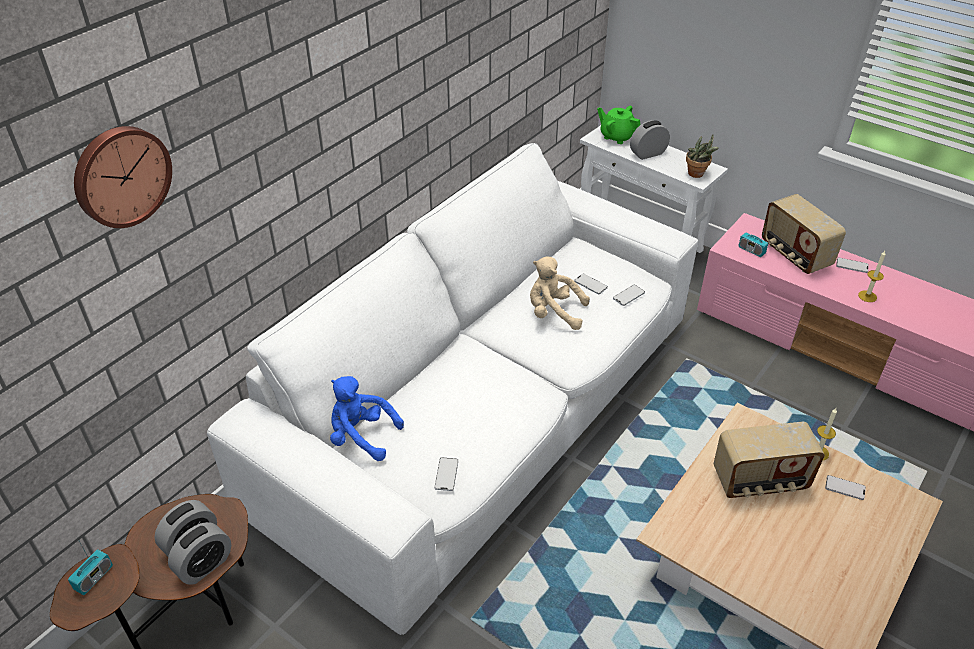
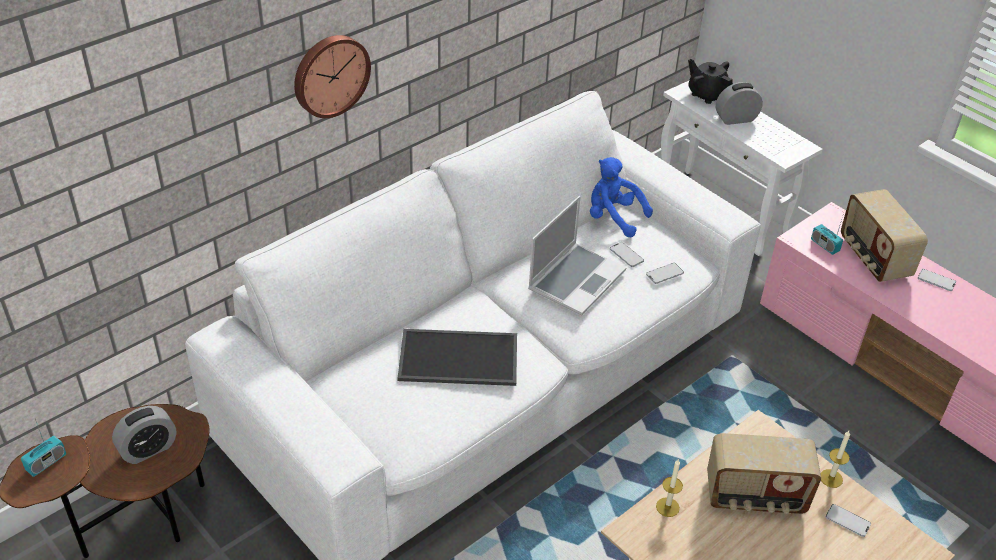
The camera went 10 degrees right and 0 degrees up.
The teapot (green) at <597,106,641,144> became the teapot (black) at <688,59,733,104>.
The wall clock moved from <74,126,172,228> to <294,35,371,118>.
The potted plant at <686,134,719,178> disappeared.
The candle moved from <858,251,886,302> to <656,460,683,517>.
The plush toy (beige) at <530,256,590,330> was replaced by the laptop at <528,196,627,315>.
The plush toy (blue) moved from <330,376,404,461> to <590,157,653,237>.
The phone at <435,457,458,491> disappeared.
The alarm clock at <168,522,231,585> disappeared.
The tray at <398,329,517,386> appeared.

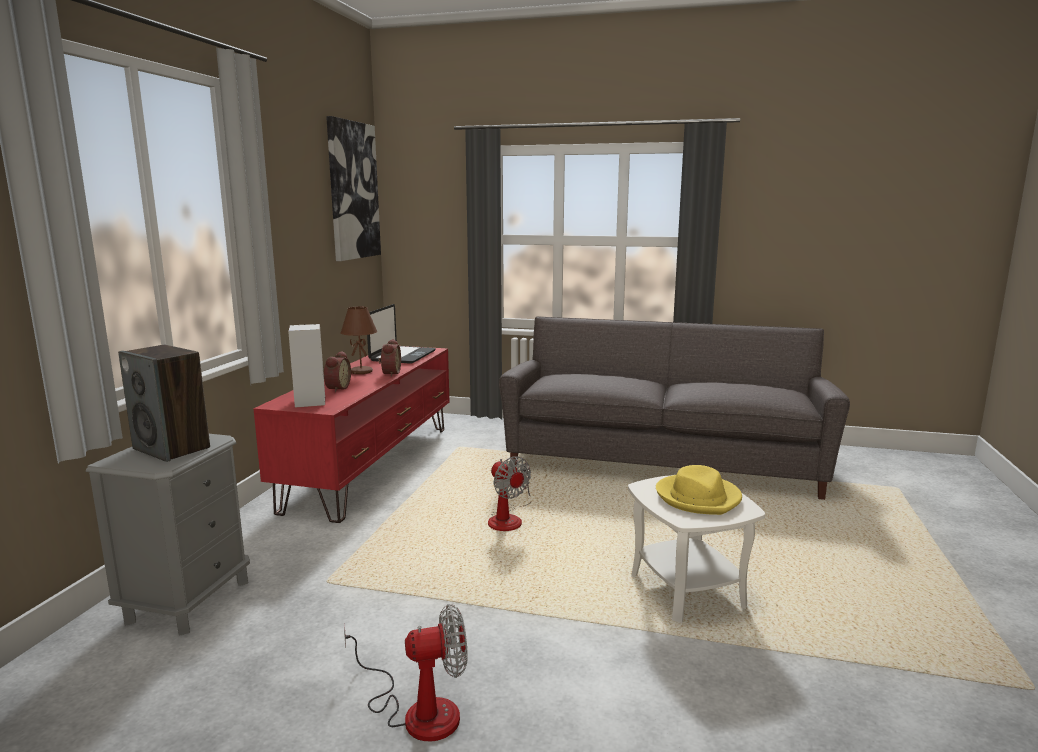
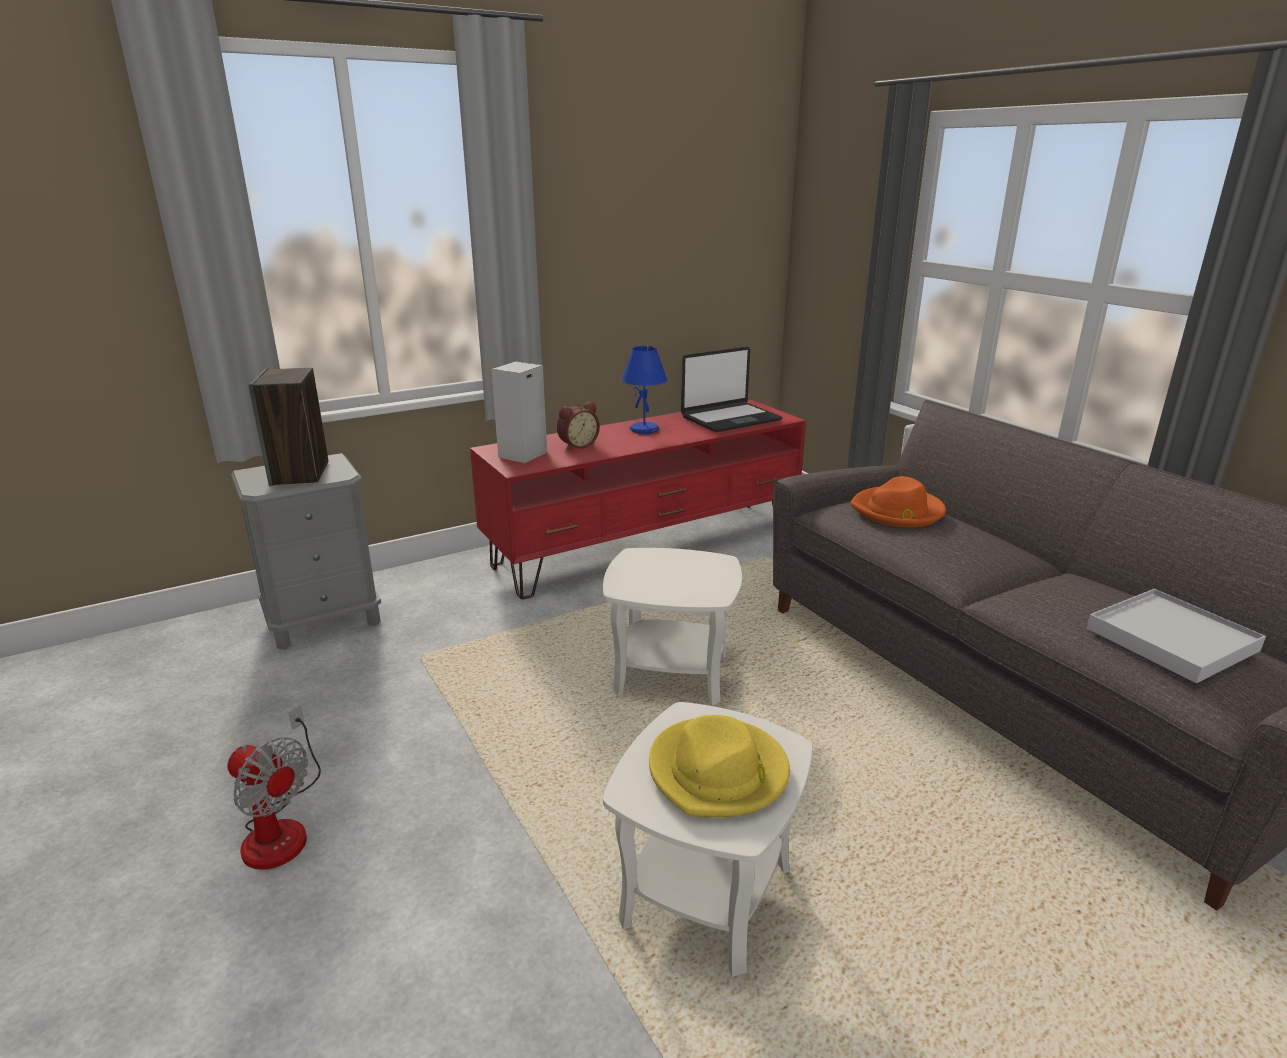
The camera went 45 degrees right and 10 degrees up.
The picture at <326,116,381,261> disappeared.
The table lamp (brown) at <341,306,377,374> became the table lamp (blue) at <621,346,667,434>.
The alarm clock at <379,339,401,377> disappeared.
The fan at <488,456,532,531> was replaced by the side table (white) at <603,548,742,705>.
The hat (orange) at <850,476,946,527> appeared.
The tray (white) at <1087,589,1266,683> appeared.

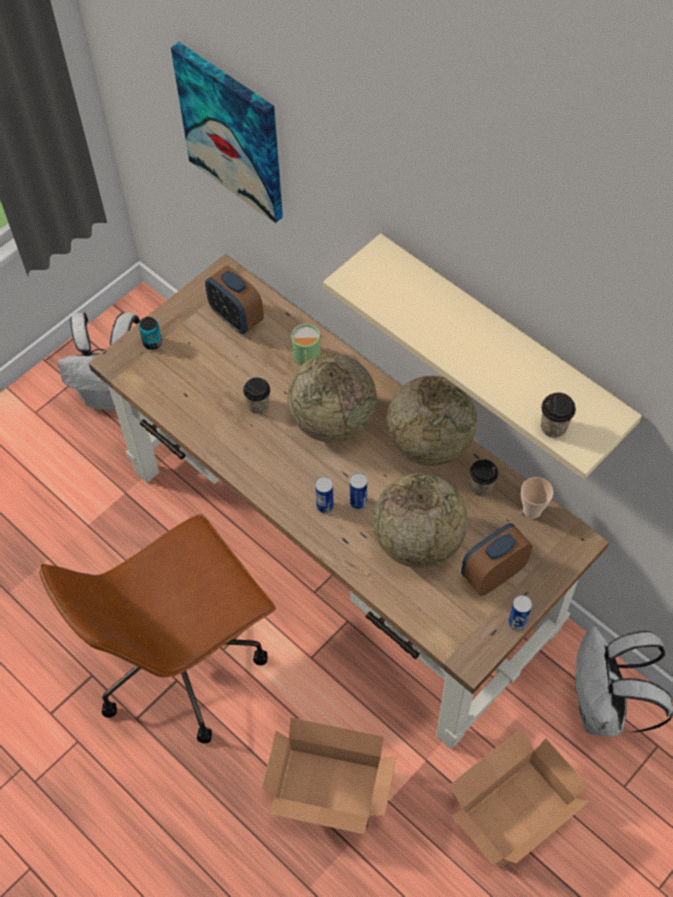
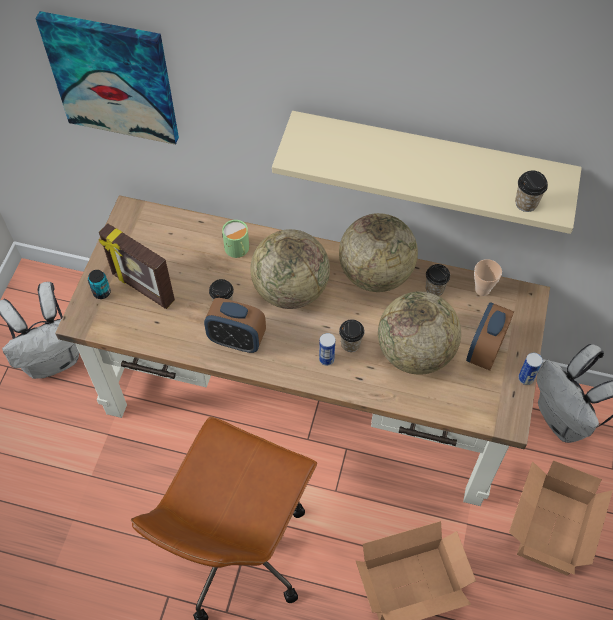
The camera went 30 degrees left and 0 degrees up.
The alarm clock moved from <205,265,264,334> to <204,298,266,353>.
The can at <350,473,367,510> was replaced by the cup at <339,319,365,352>.
The picture frame at <99,223,175,309> appeared.

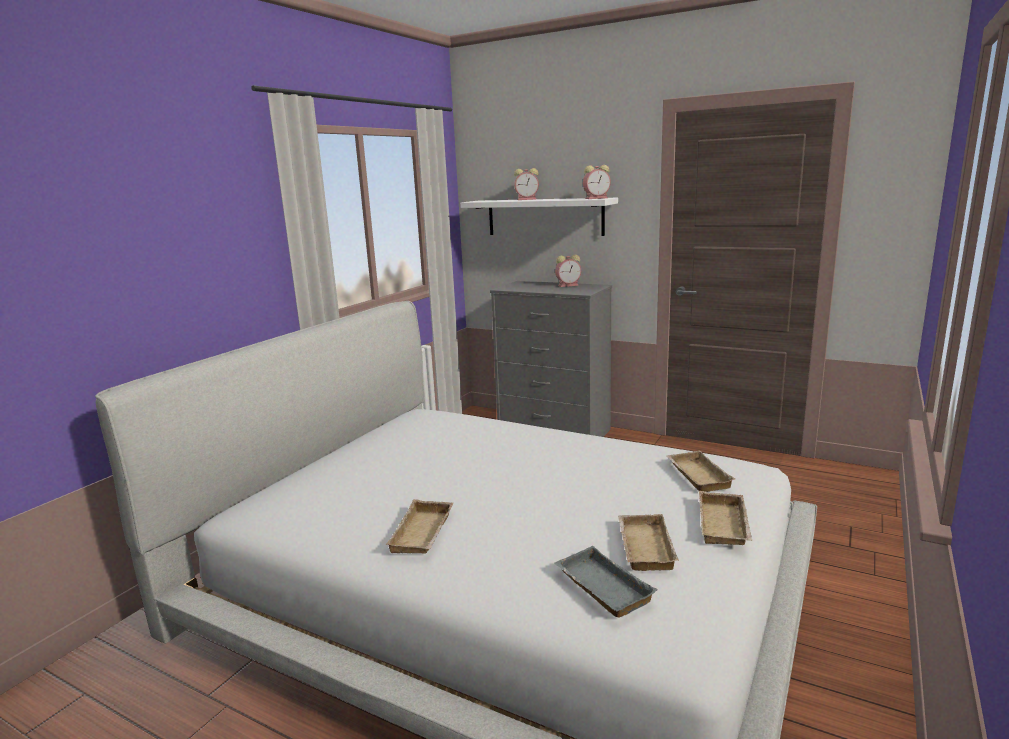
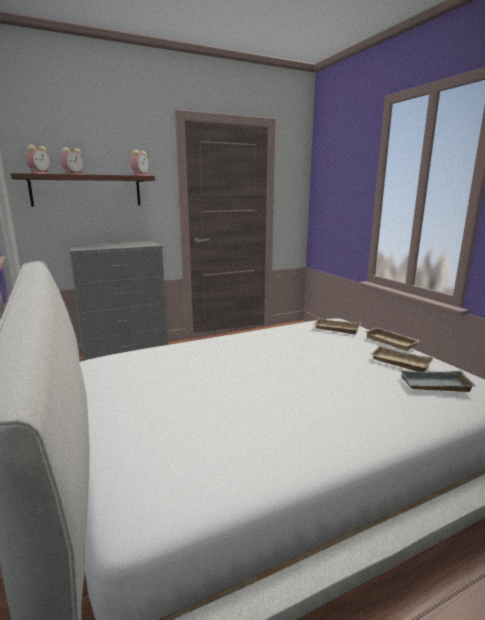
The camera went 55 degrees left and 0 degrees up.
The shelf (white) at <461,198,618,236> became the shelf (brown) at <11,173,155,207>.
The alarm clock moved from <555,255,581,287> to <26,145,50,174>.
The tray (beige) at <385,499,453,554> disappeared.

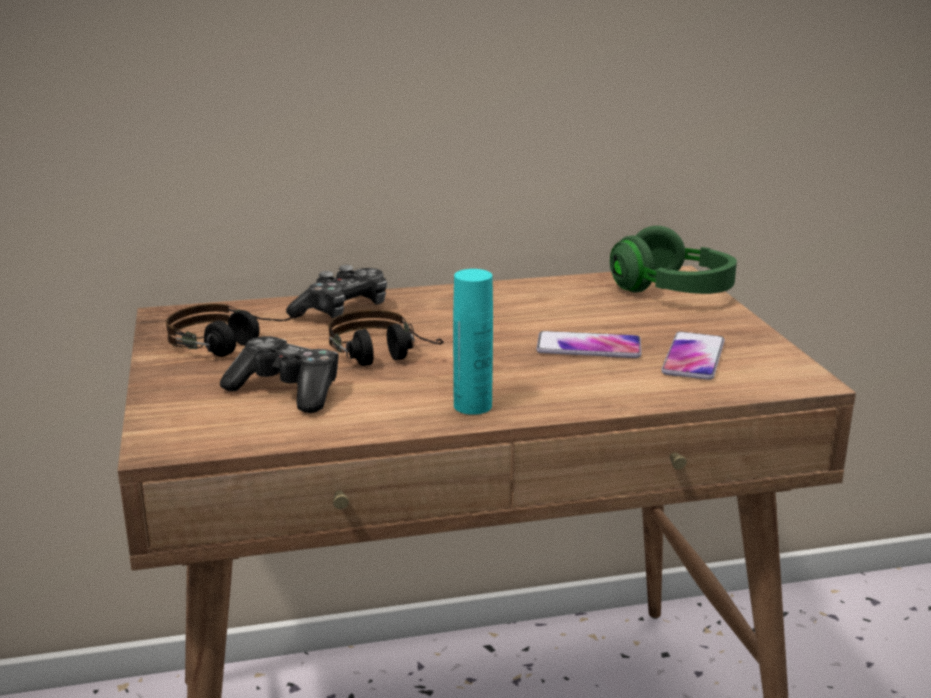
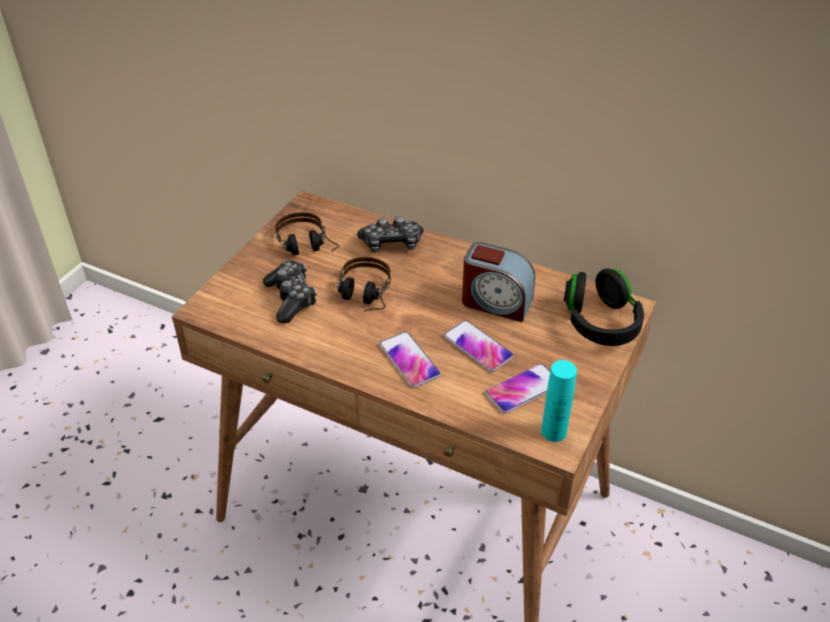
The camera went 40 degrees right and 20 degrees up.
The headphones (green) at <610,226,737,294> became the headphones (black) at <564,269,644,346>.
The bottle (turquoise) moved from <453,269,493,415> to <541,360,577,442>.
The alarm clock at <462,242,535,322> appeared.
The phone at <379,332,441,387> appeared.

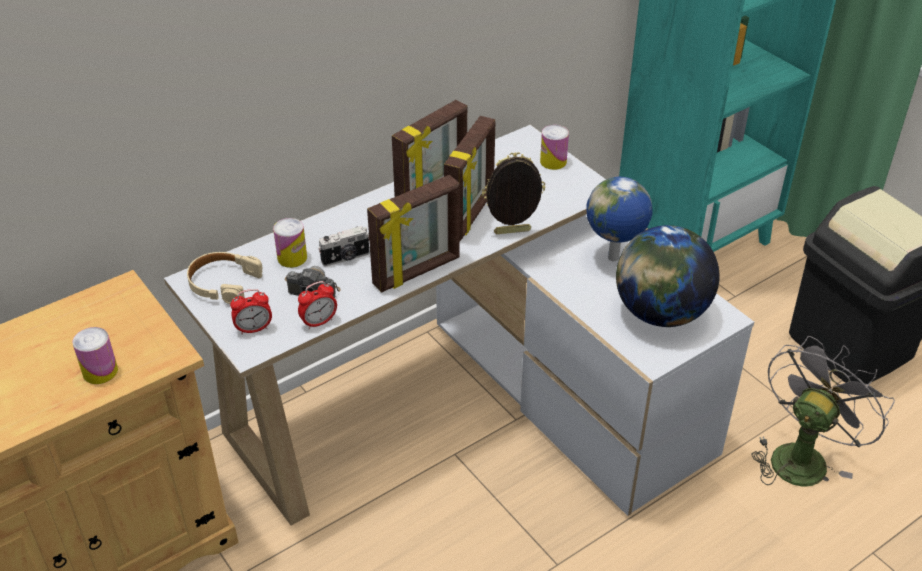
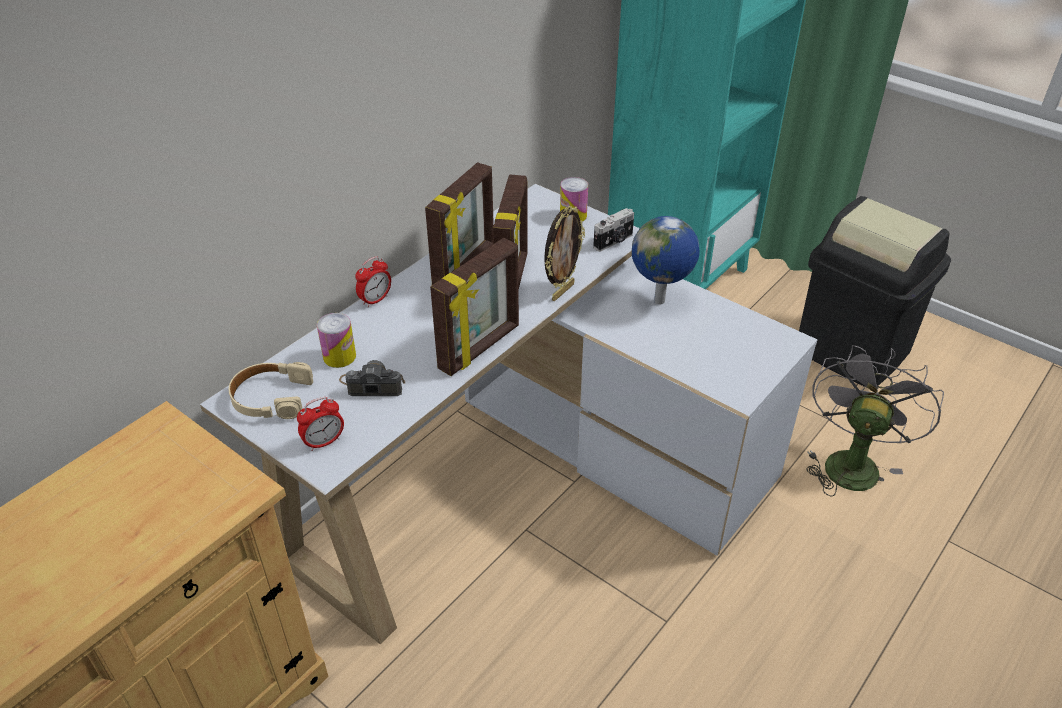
The camera went 15 degrees left and 0 degrees up.
The picture frame at <482,152,546,234> turned 150 degrees clockwise.
The globe at <616,225,719,327> disappeared.
The photo camera moved from <318,226,370,267> to <593,208,634,252>.
The alarm clock moved from <298,281,337,329> to <355,257,391,308>.
The can at <72,327,118,384> disappeared.

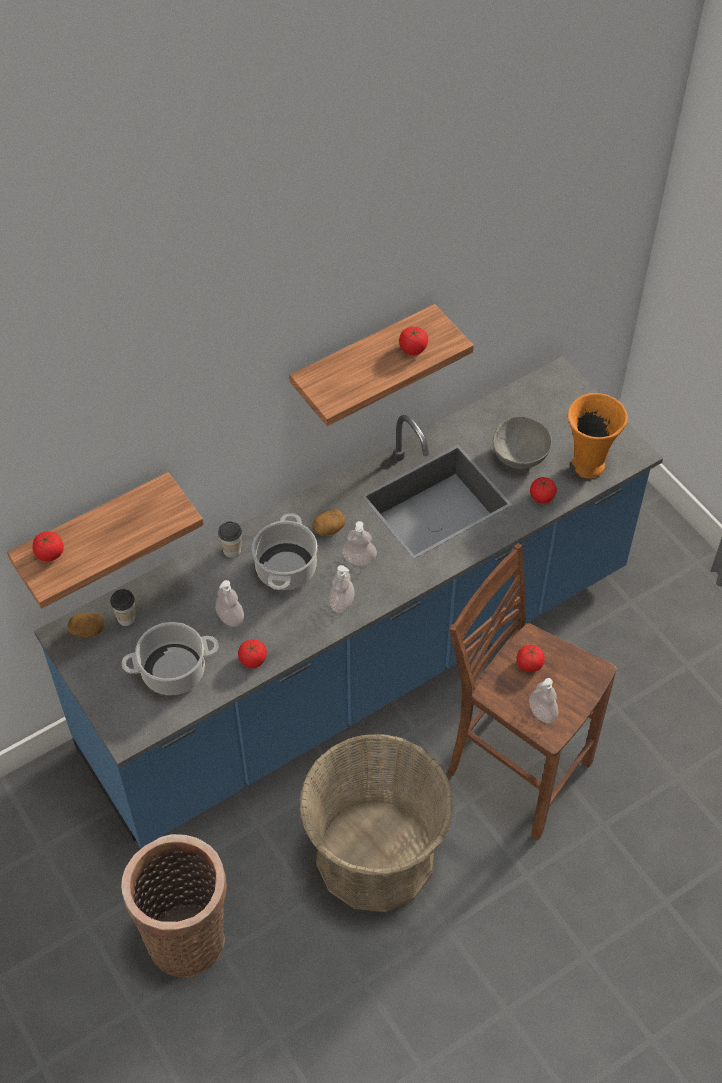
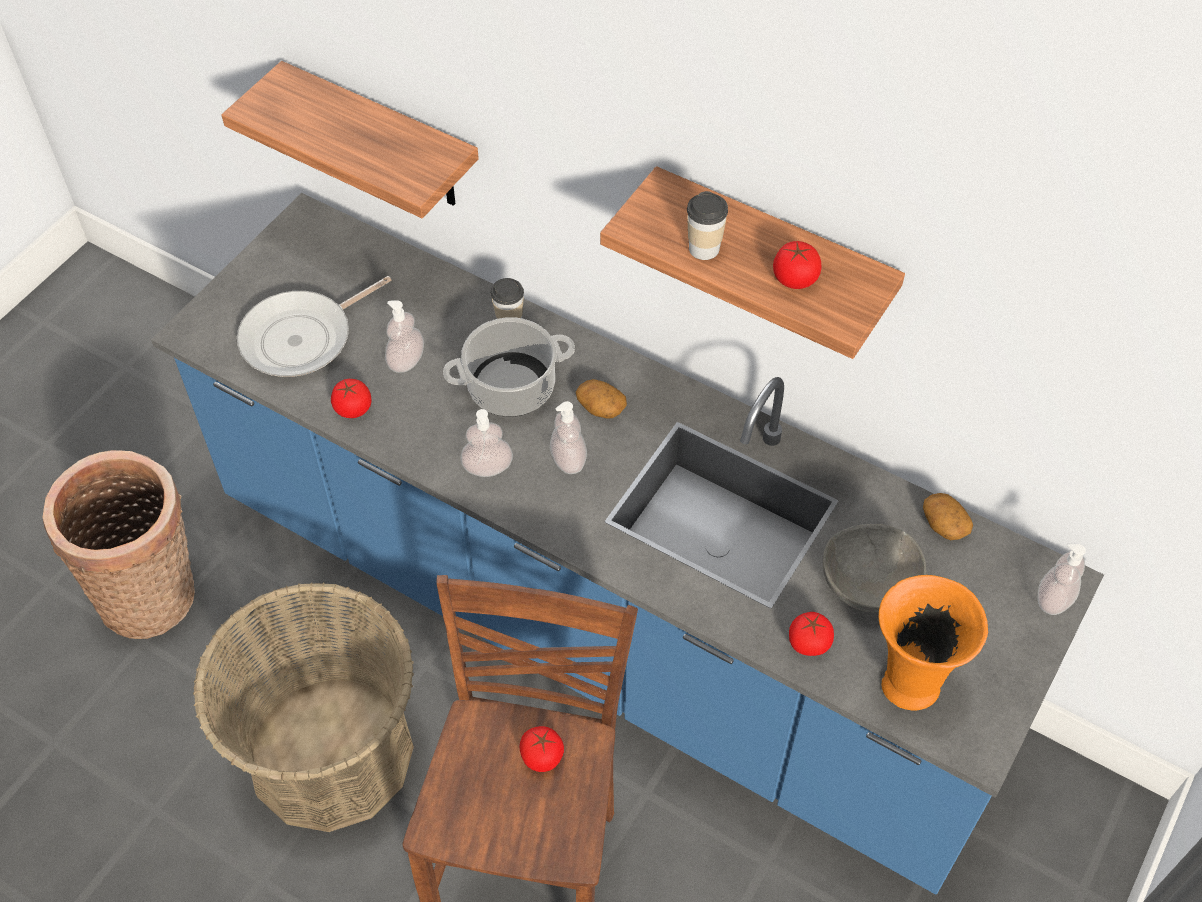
The camera went 65 degrees right and 0 degrees up.
The tomato at <32,532,64,561> disappeared.
The cup moved from <110,589,136,626> to <687,191,728,260>.
The potato moved from <67,613,104,638> to <923,493,973,540>.
The cooking pot at <122,622,218,695> was replaced by the frying pan at <237,276,392,377>.
The soap dispenser moved from <529,678,558,723> to <1038,543,1086,615>.

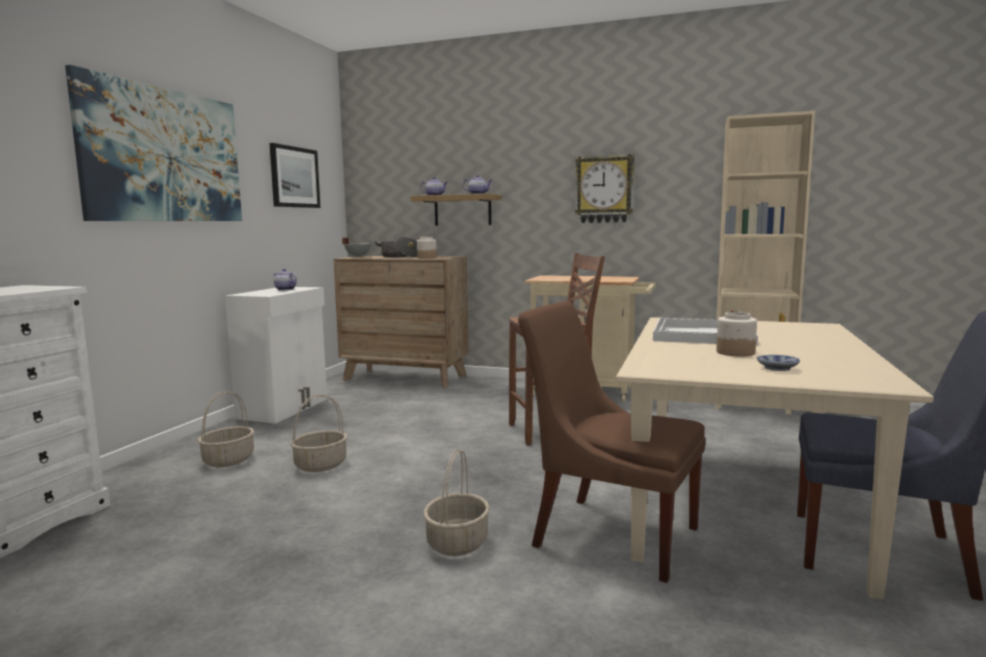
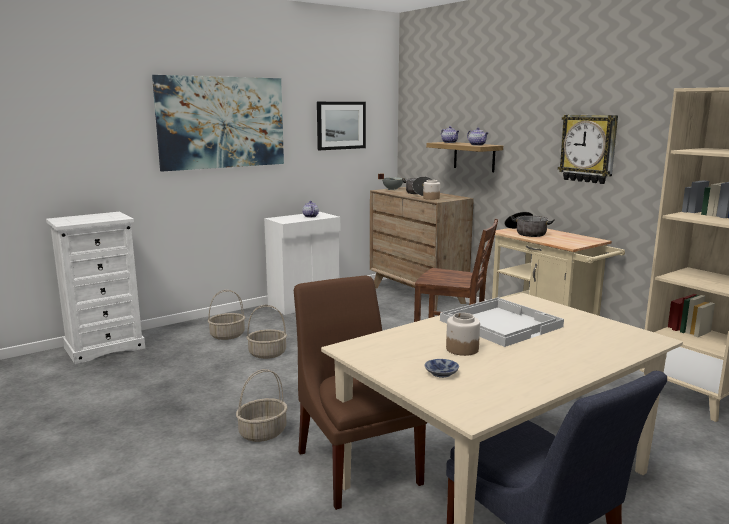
The camera went 35 degrees right and 5 degrees up.
The cooking pot at <504,212,555,237> appeared.

